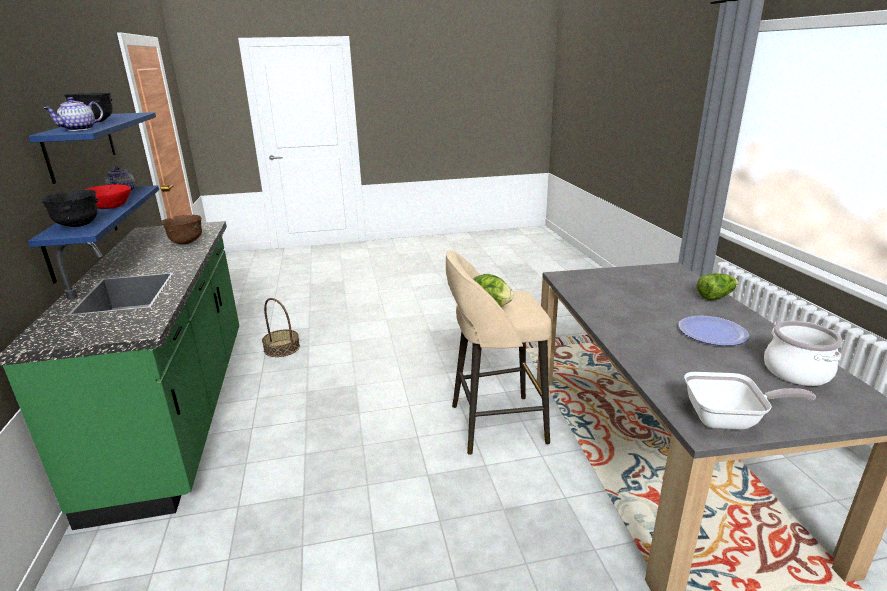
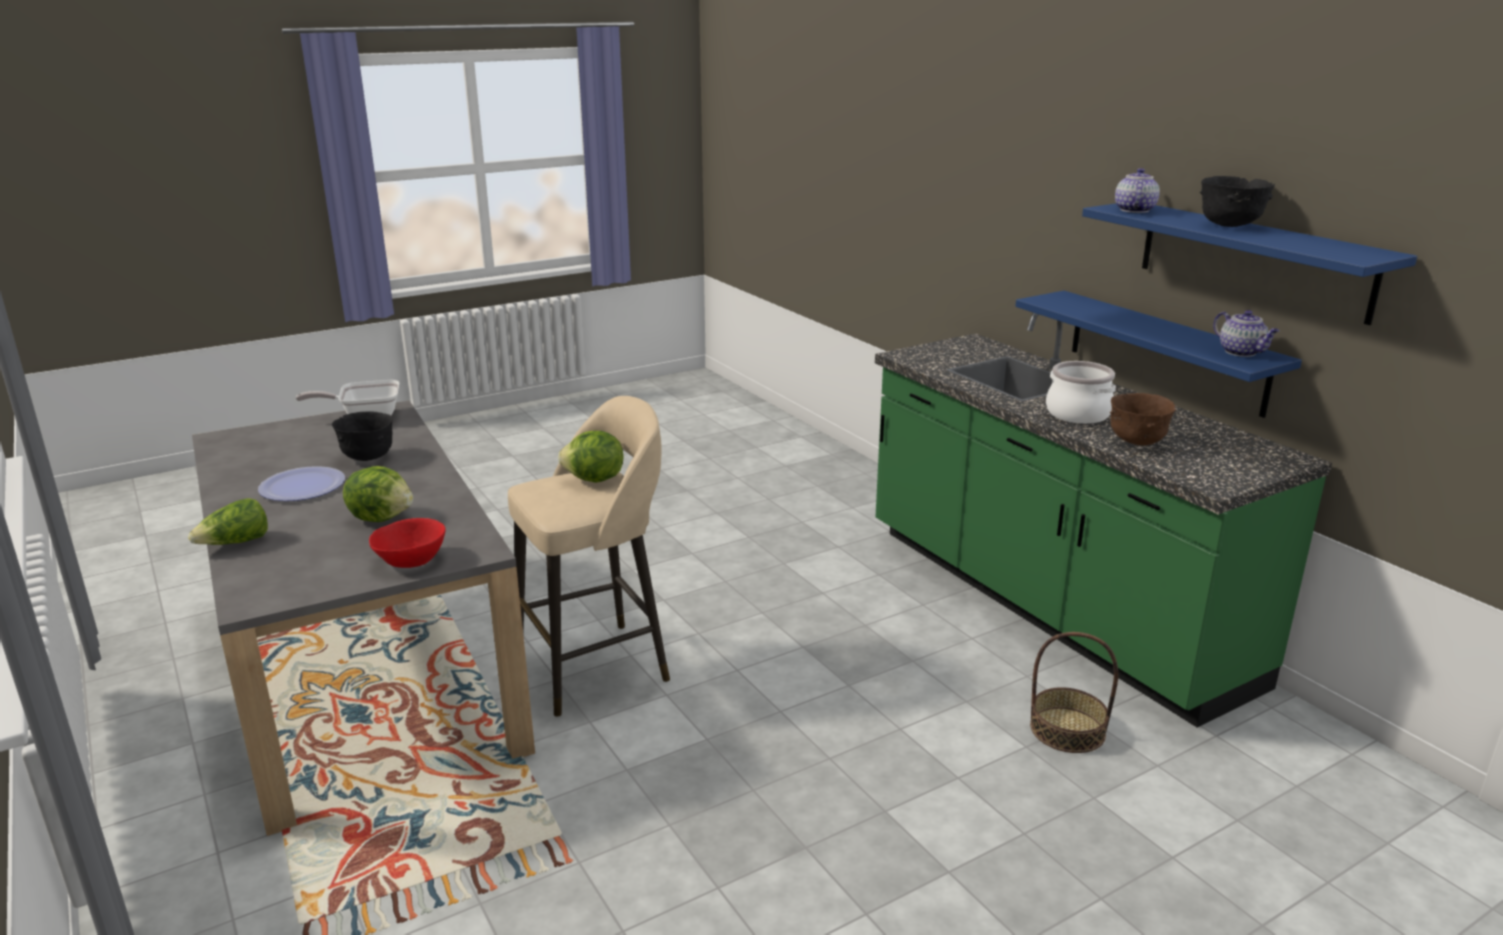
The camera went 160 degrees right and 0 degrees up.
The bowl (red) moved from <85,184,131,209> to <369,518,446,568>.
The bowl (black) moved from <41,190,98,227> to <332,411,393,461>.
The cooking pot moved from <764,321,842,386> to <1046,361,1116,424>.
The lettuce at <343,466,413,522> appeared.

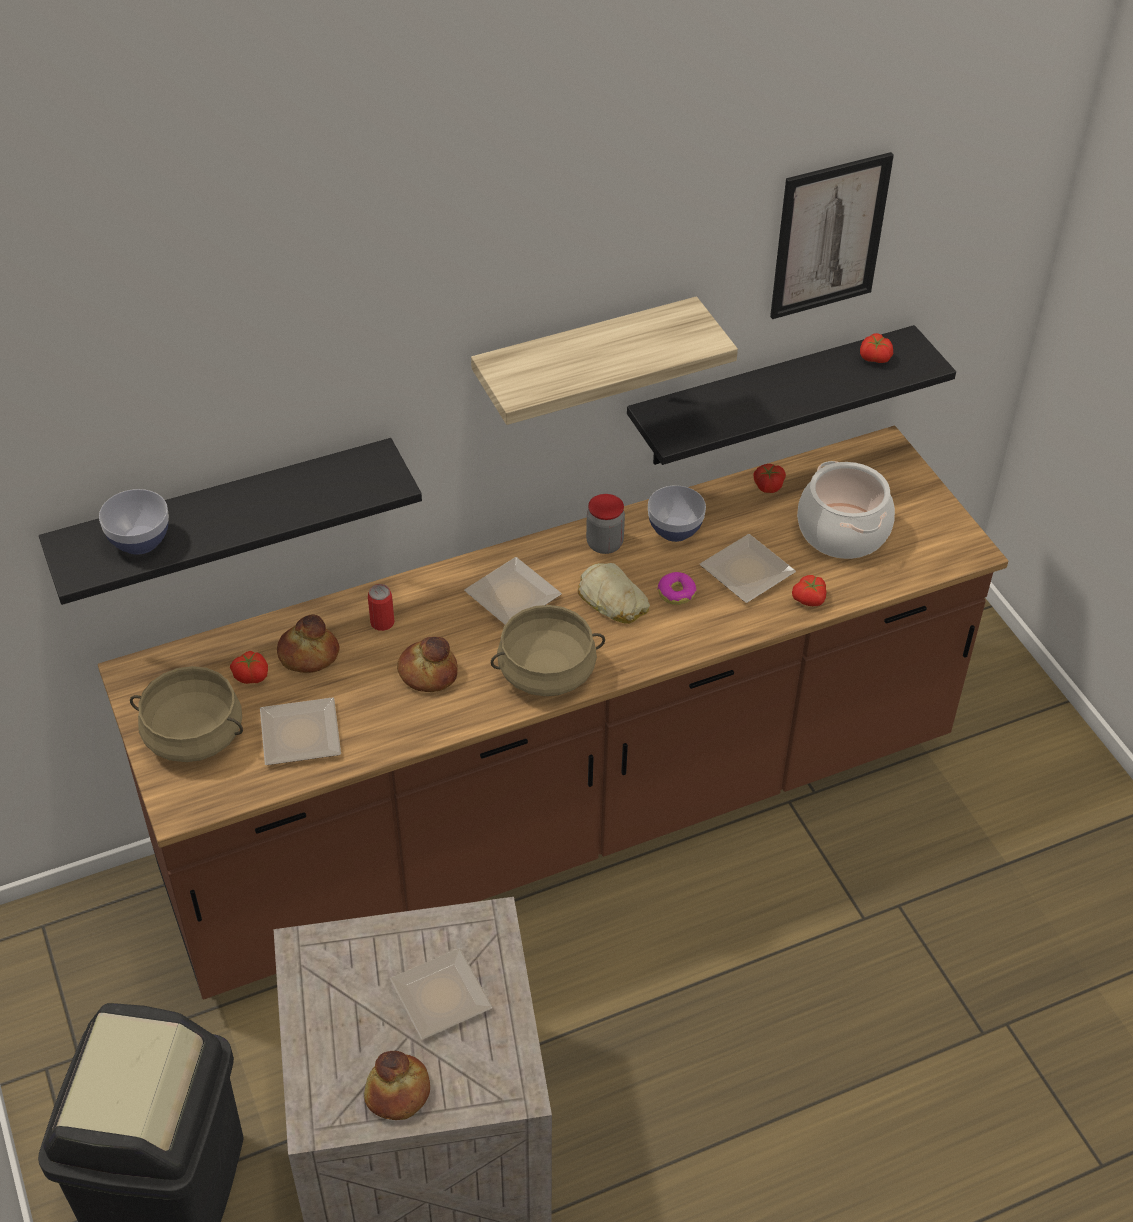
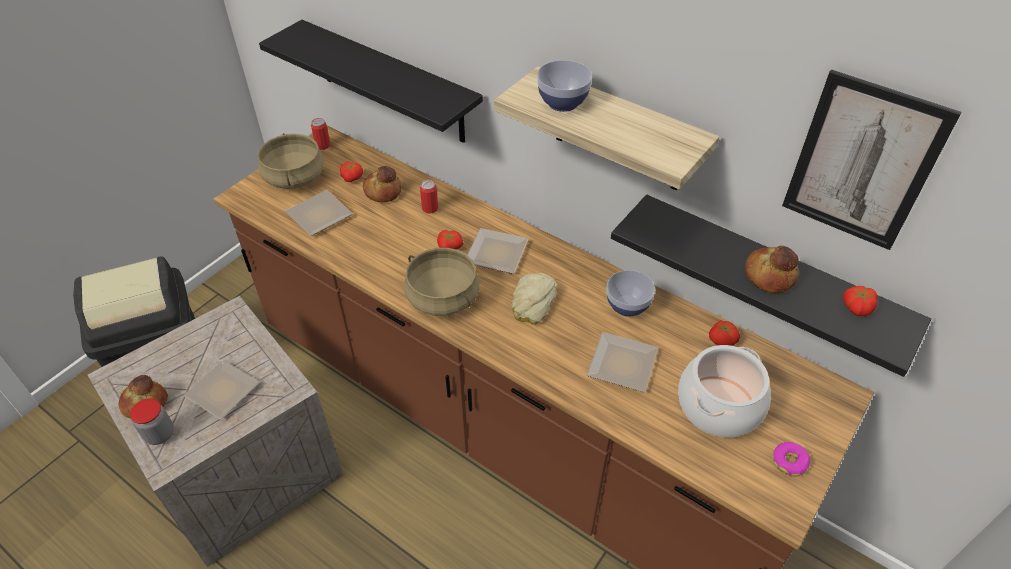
The camera went 60 degrees right and 0 degrees up.
The bowl moved from <99,489,169,555> to <537,60,592,112>.
The jar moved from <586,494,625,554> to <130,398,174,445>.
The donut moved from <657,572,697,605> to <772,442,810,477>.
The tomato moved from <792,575,827,606> to <437,230,463,250>.
The bread moved from <397,637,458,692> to <745,246,799,294>.
The can at <311,118,331,150> appeared.

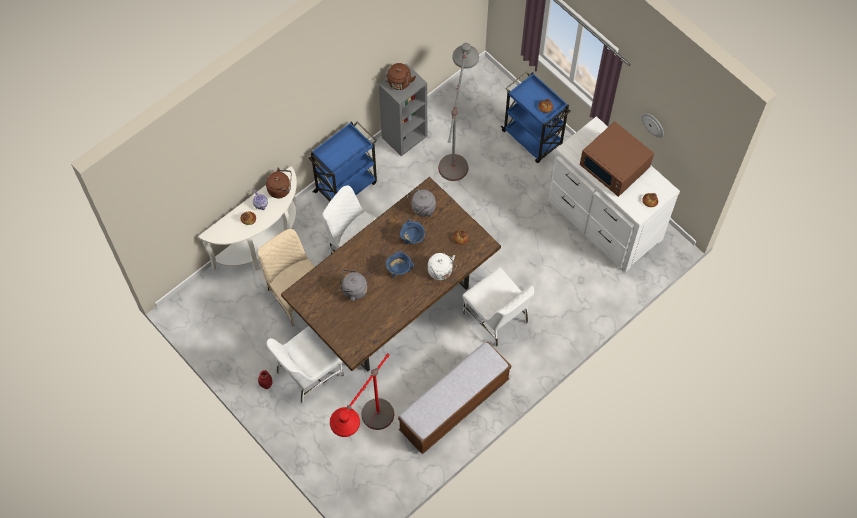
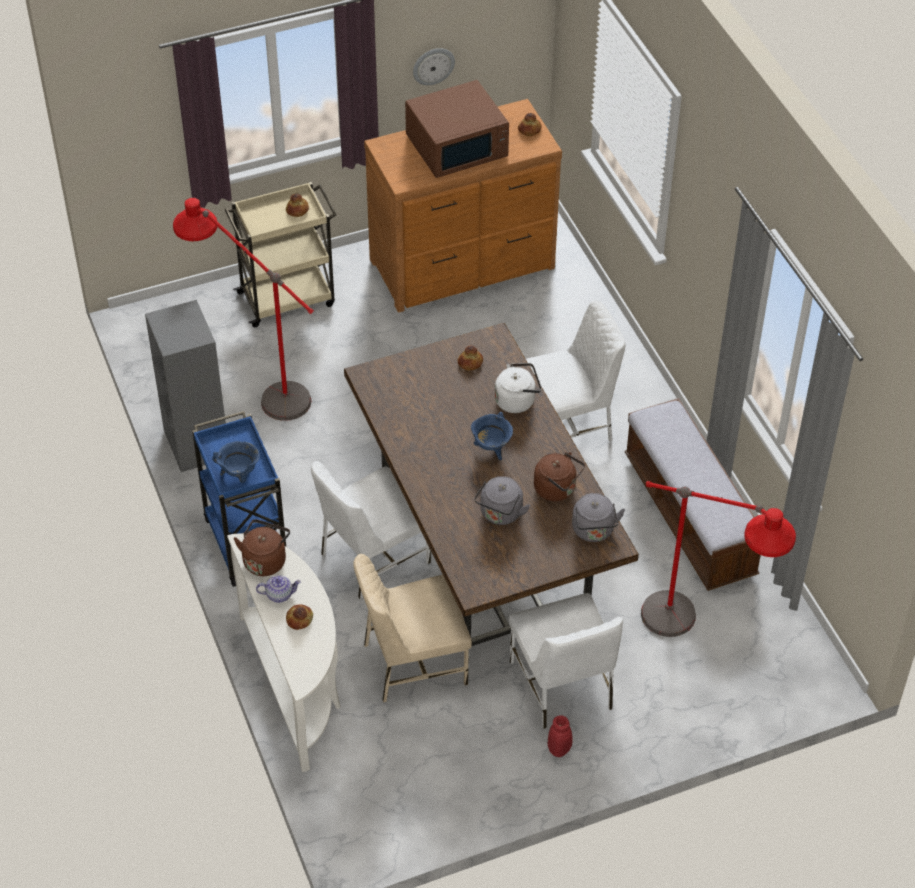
The camera went 70 degrees left and 15 degrees down.
The floor lamp (grey) at <438,43,479,181> became the floor lamp (red) at <173,198,314,421>.
The kettle (brown) moved from <385,63,416,90> to <534,452,585,501>.
The cart (blue) at <501,71,571,163> became the cart (beige) at <225,182,336,327>.
The dresser (white) at <548,116,680,272> became the dresser (brown) at <364,99,562,313>.
The kettle (grey) moved from <407,189,436,217> to <572,493,625,542>.
The cooking pot (blue) moved from <400,219,425,244> to <212,441,260,483>.

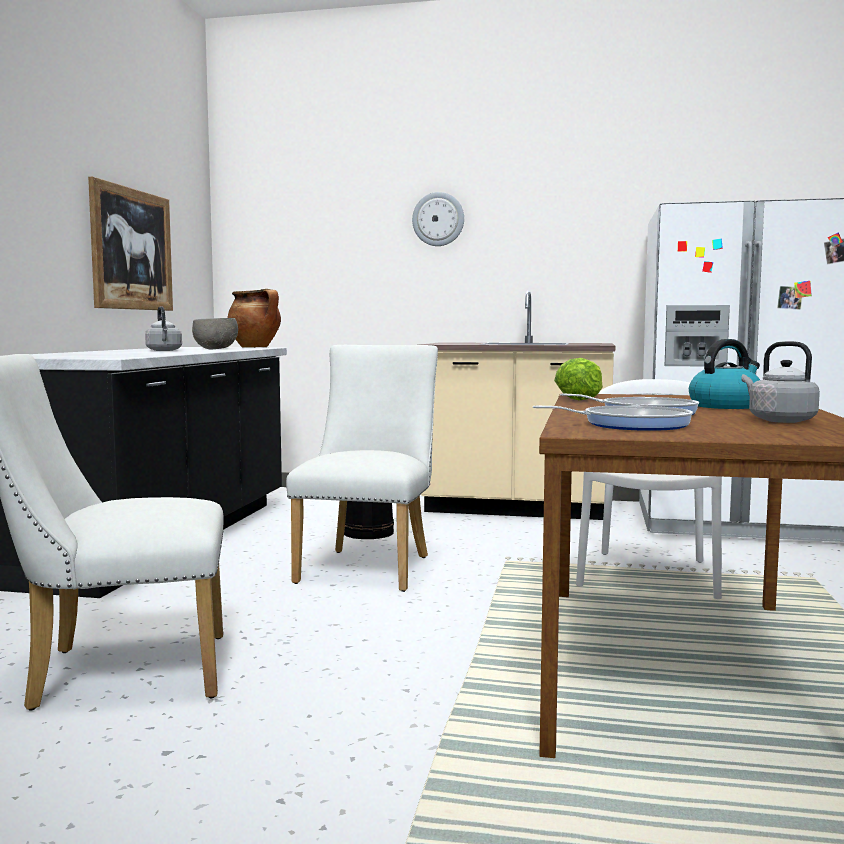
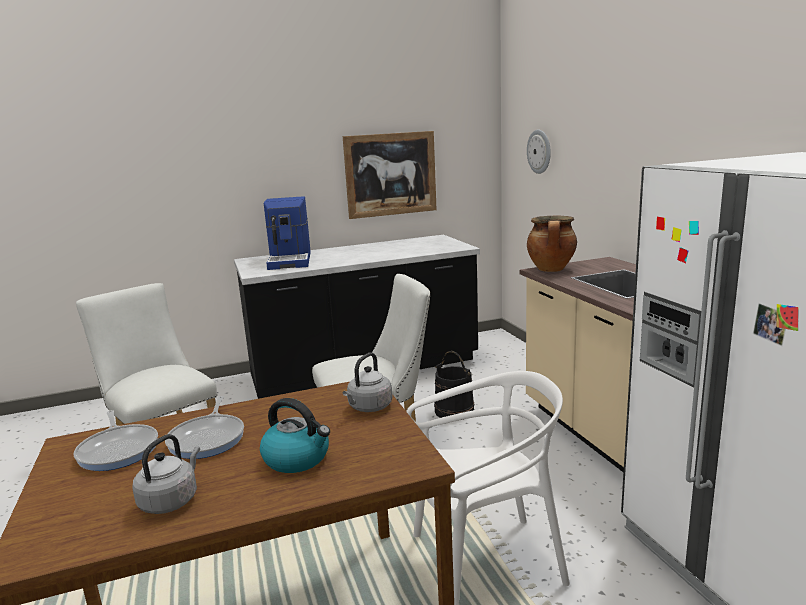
The camera went 60 degrees right and 10 degrees up.
The wall clock moved from <412,192,464,246> to <527,130,551,174>.
The cooking pot moved from <228,289,281,348> to <527,216,577,272>.
The kettle (grey) moved from <145,306,182,351> to <343,352,393,412>.
The bowl (grey) at <192,318,238,349> disappeared.
The lettuce at <554,358,603,400> disappeared.
The coffee machine at <264,196,311,270> appeared.

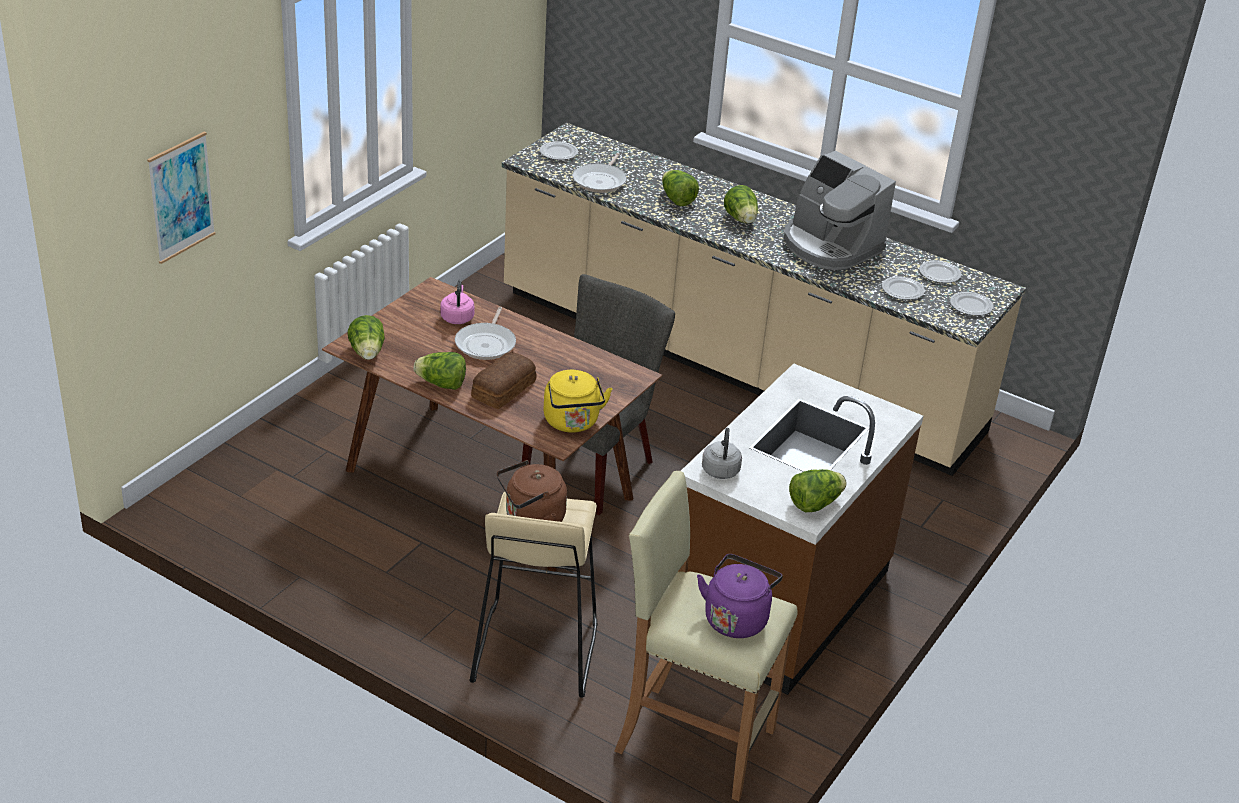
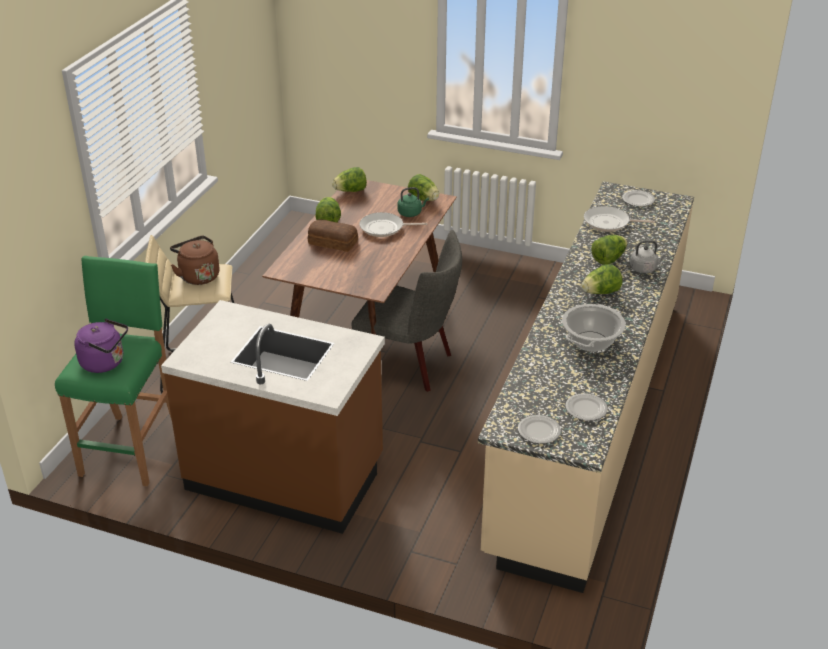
The camera went 80 degrees right and 0 degrees up.
The picture at <147,132,216,264> disappeared.
The coffee machine at <784,151,896,270> was replaced by the cooking pot at <562,304,626,352>.
The plate at <882,276,925,300> disappeared.
The kettle (pink) at <440,280,474,324> became the kettle (green) at <398,187,429,217>.
The kettle (yellow) at <543,370,612,433> disappeared.
The kettle (grey) moved from <702,428,742,479> to <630,240,667,273>.
The lettuce moved from <789,469,847,512> to <408,174,439,201>.
The stool (beige) at <614,471,797,801> became the stool (green) at <55,256,172,487>.

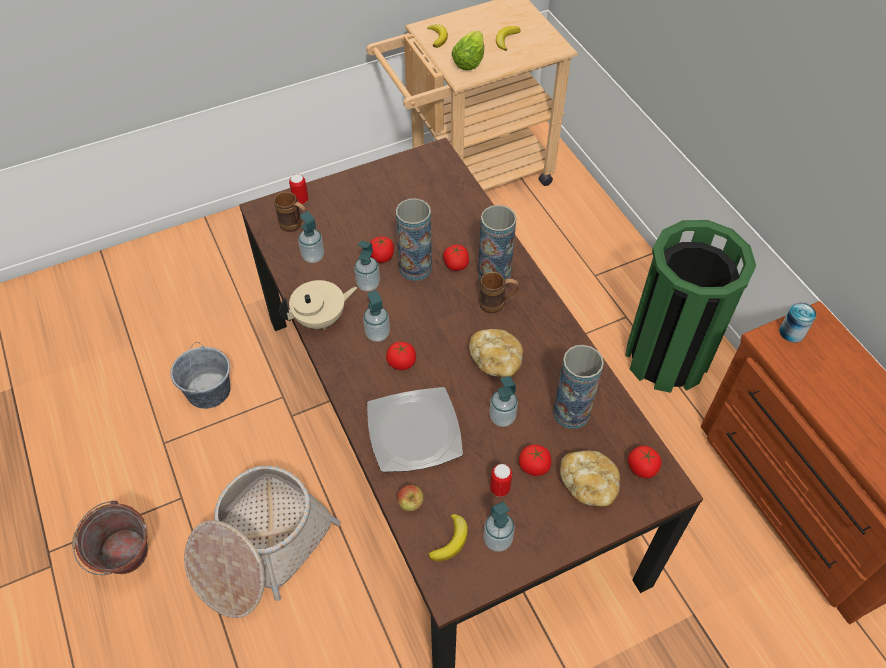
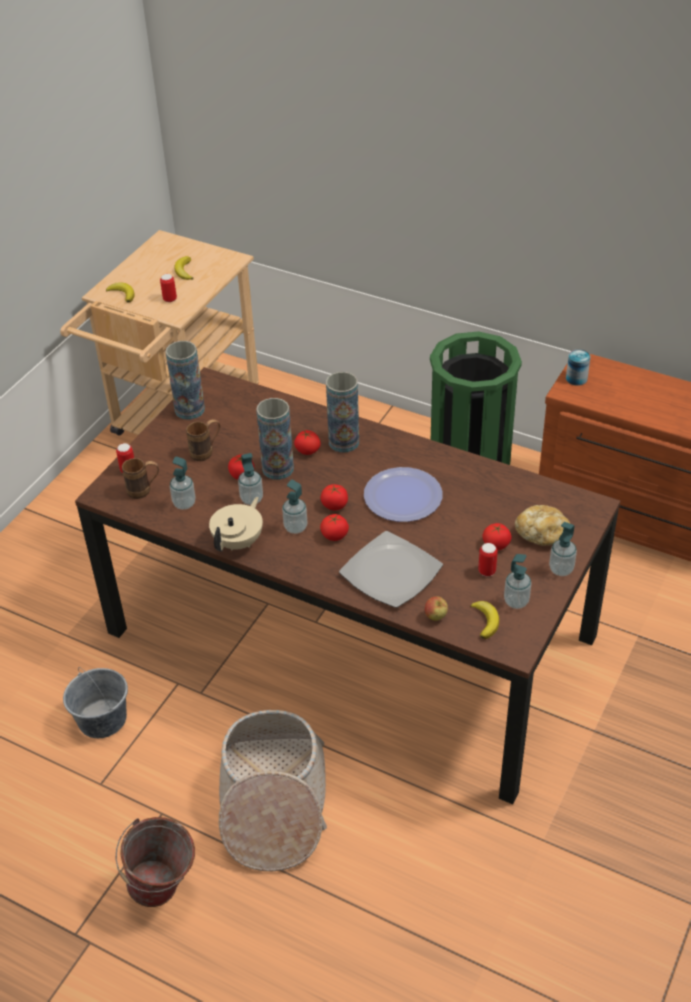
The camera went 35 degrees left and 10 degrees down.
The lettuce at <452,31,484,70> was replaced by the can at <160,274,177,302>.
The mug (brown) moved from <479,272,519,313> to <186,419,220,461>.
The bread at <469,329,523,377> was replaced by the plate at <364,467,442,522>.
The vase moved from <553,345,604,429> to <165,341,205,420>.
The soap dispenser moved from <489,376,518,427> to <549,522,577,576>.
The tomato moved from <628,446,662,478> to <320,484,348,510>.

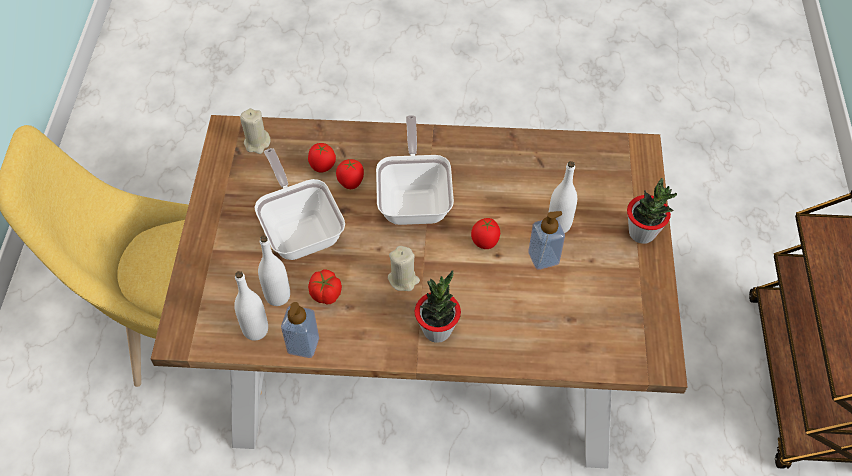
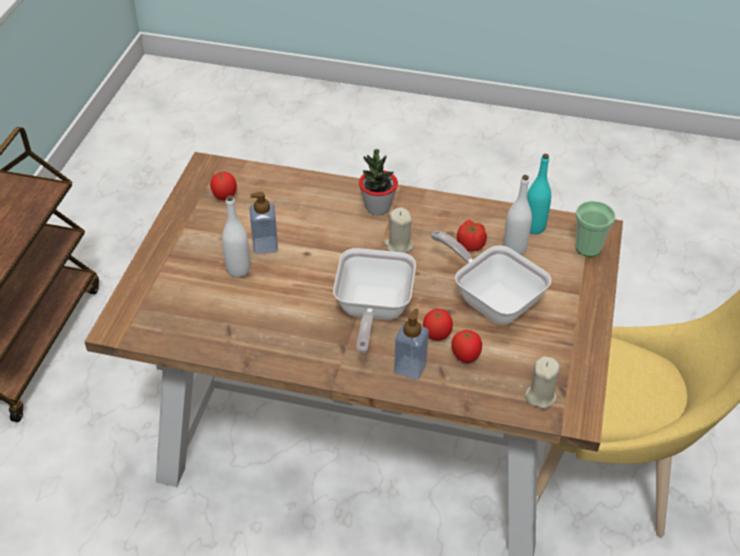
The camera went 170 degrees left and 10 degrees down.
The frying pan at <255,148,345,260> turned 150 degrees clockwise.
The potted plant at <627,178,677,244> disappeared.
The tomato moved from <471,218,500,249> to <210,172,237,200>.
The bottle (white) at <234,271,268,341> became the bottle (turquoise) at <527,154,551,234>.
The soap dispenser moved from <281,302,319,358> to <394,308,429,380>.
The cup at <576,201,616,257> appeared.

